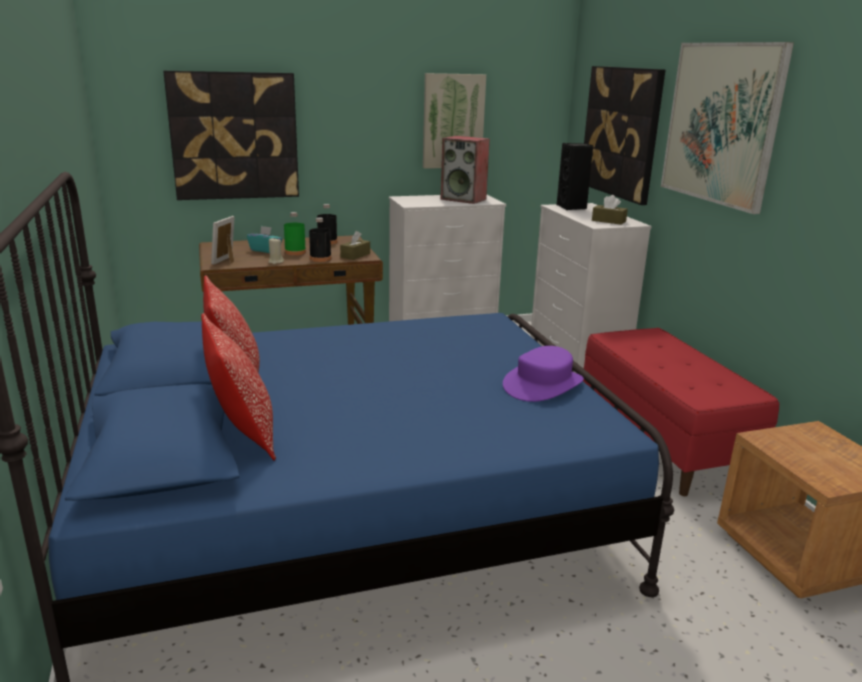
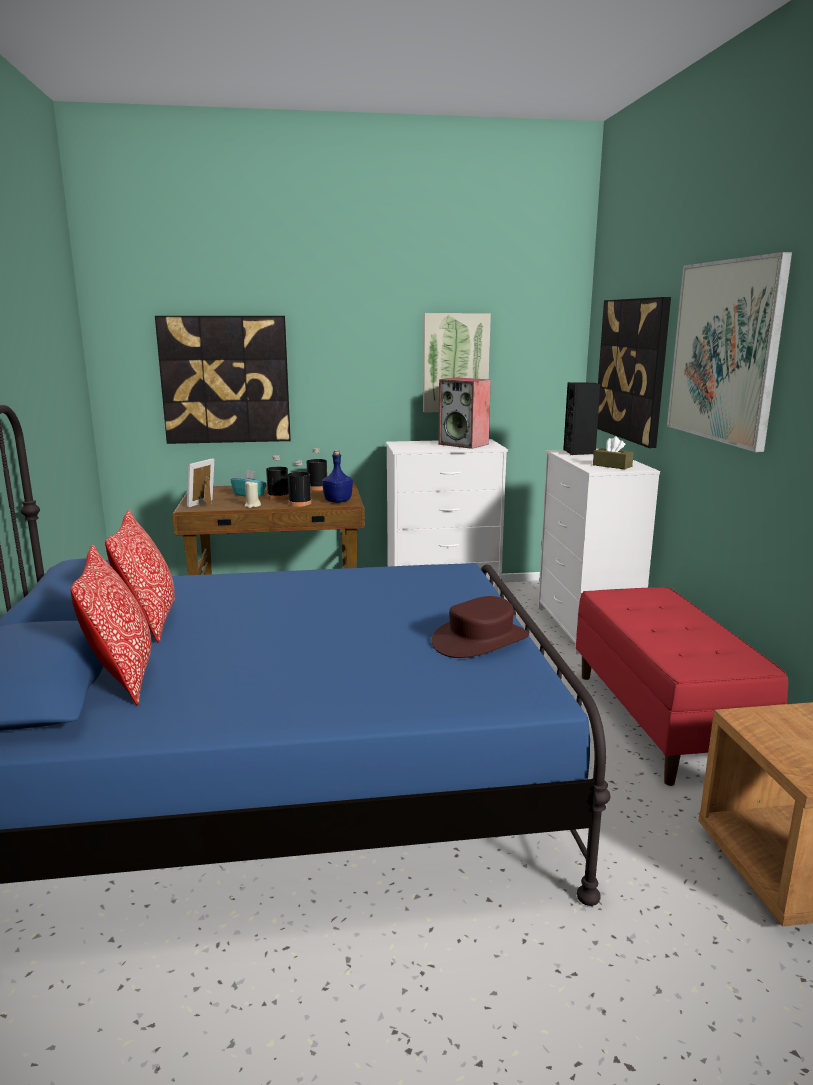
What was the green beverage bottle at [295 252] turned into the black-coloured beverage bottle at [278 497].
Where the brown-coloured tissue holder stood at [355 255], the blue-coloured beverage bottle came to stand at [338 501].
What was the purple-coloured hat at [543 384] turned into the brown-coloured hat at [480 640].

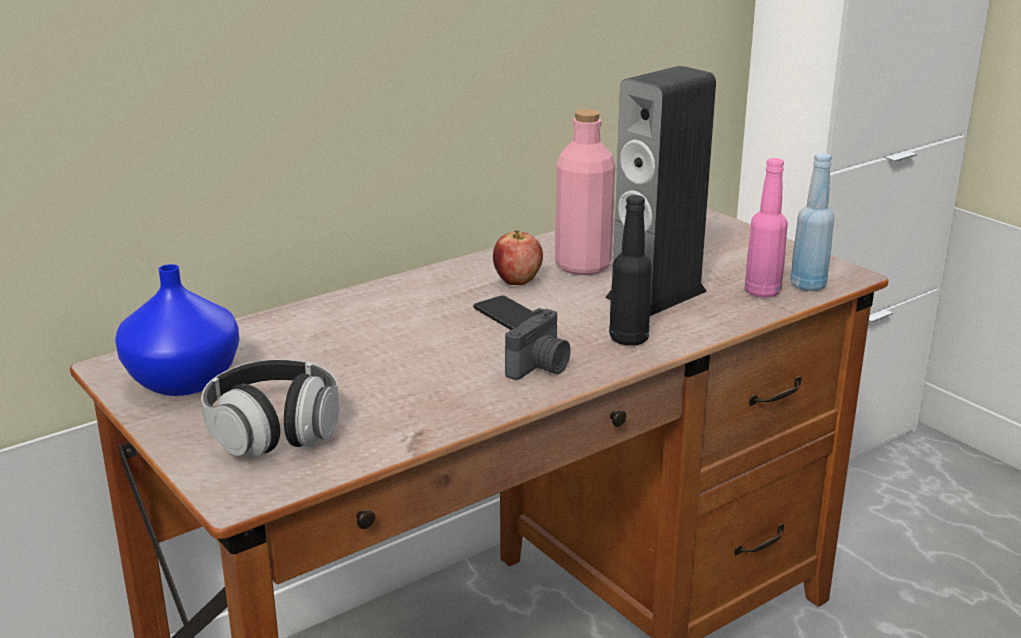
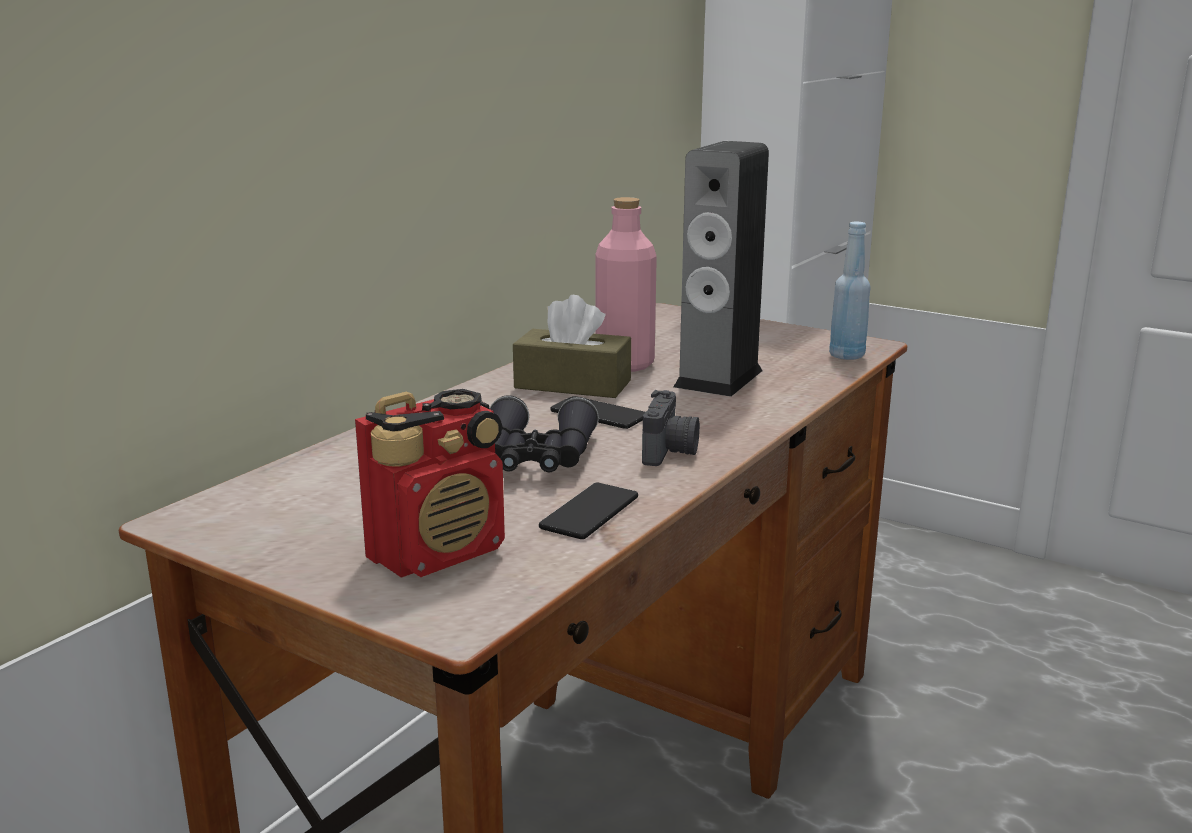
The second view lost the blue-coloured vase at [184 382].
Where the headset stood at [274 431], the radio set came to stand at [439 552].
Where the apple fruit stood at [517 281], the brown-coloured tissue holder came to stand at [572 384].
The second view lost the black-coloured beverage bottle at [628 339].
The second view lost the pinkish beverage bottle at [762 292].
The second view gained the black-coloured binoculars at [537 458].
The second view gained the handset at [589 512].

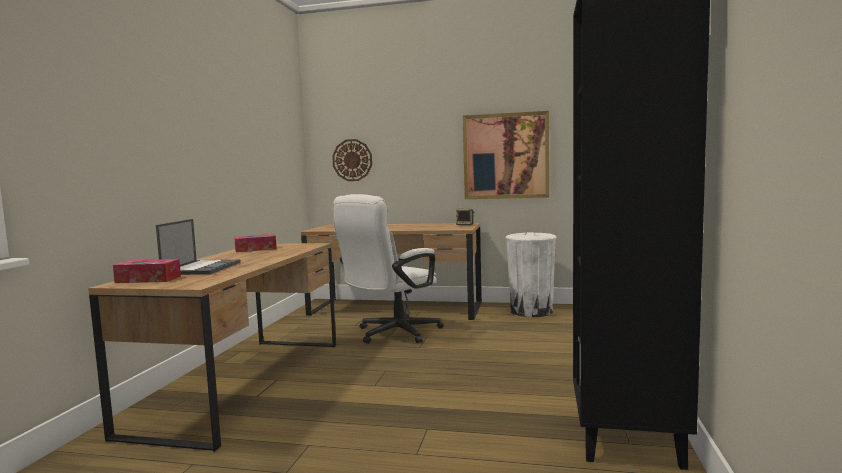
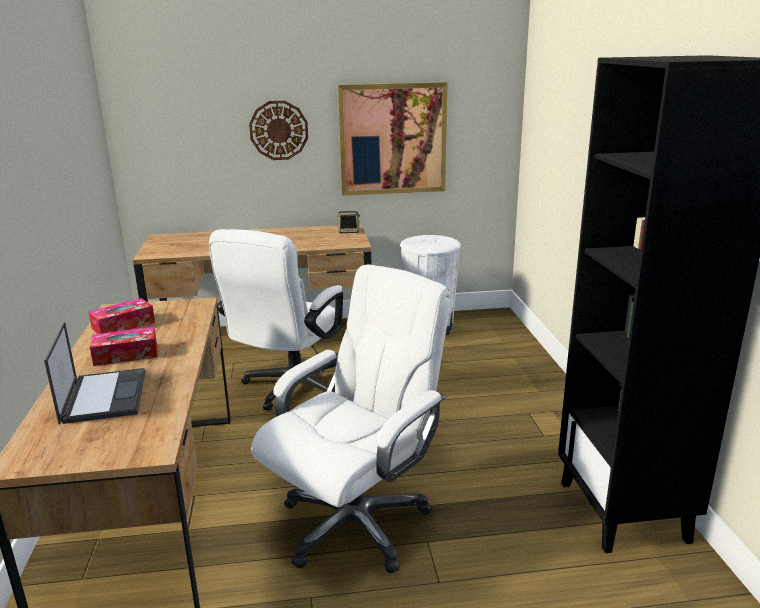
The tissue holder ended up elsewhere, having gone from [148 279] to [126 355].
The wall clock ended up elsewhere, having gone from [352 160] to [279 130].
The second view gained the white desk chair at [355 522].

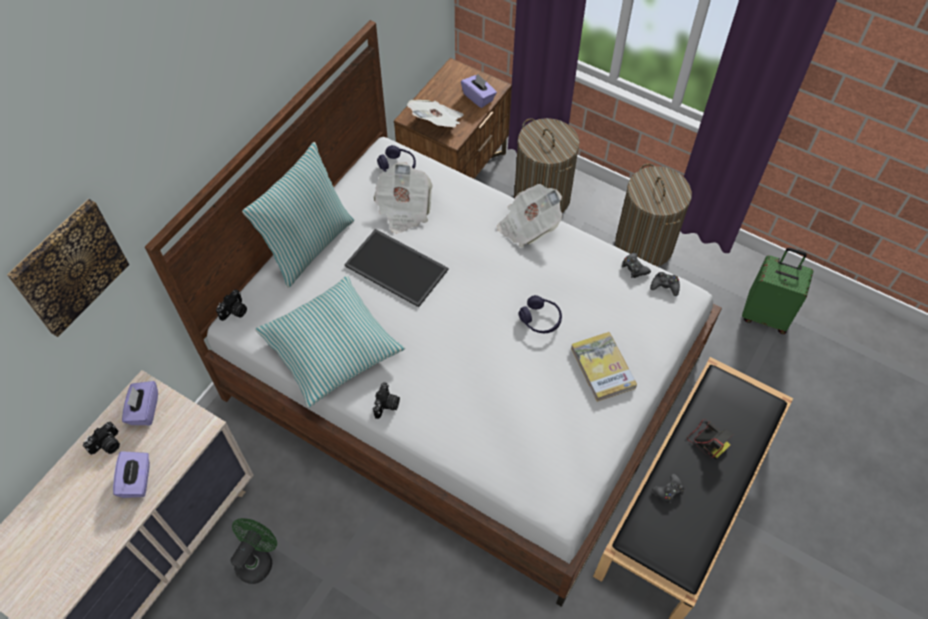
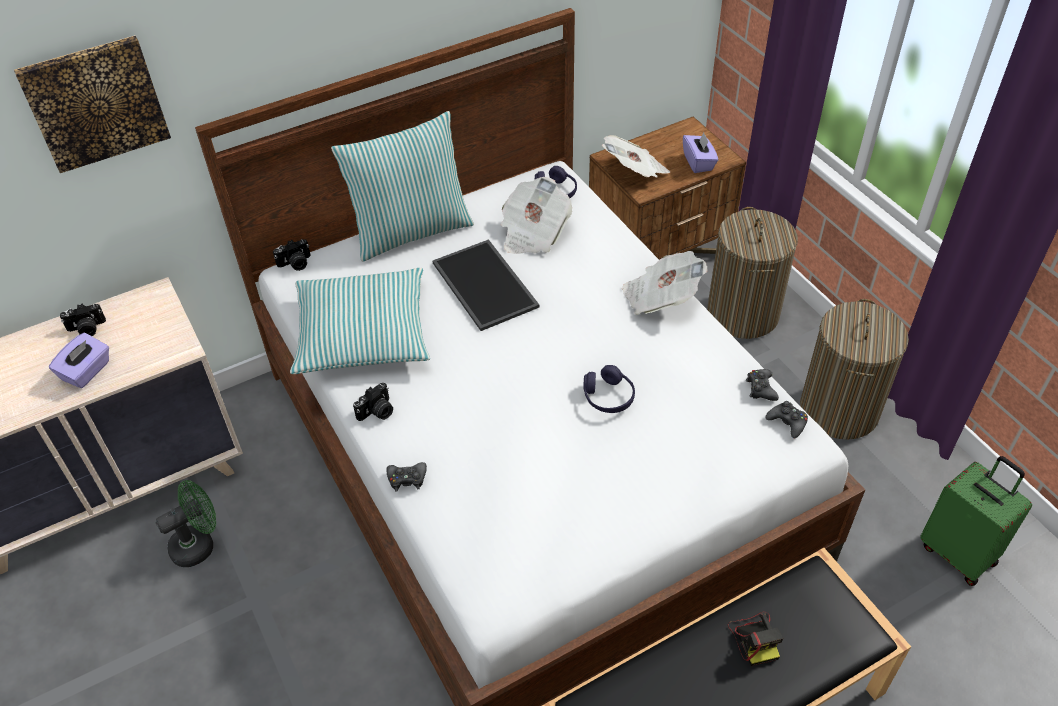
The second view lost the purple-coloured tissue holder at [144 410].
The second view lost the bound book at [602 368].
The black-coloured game controller ended up elsewhere, having gone from [669 490] to [407 479].

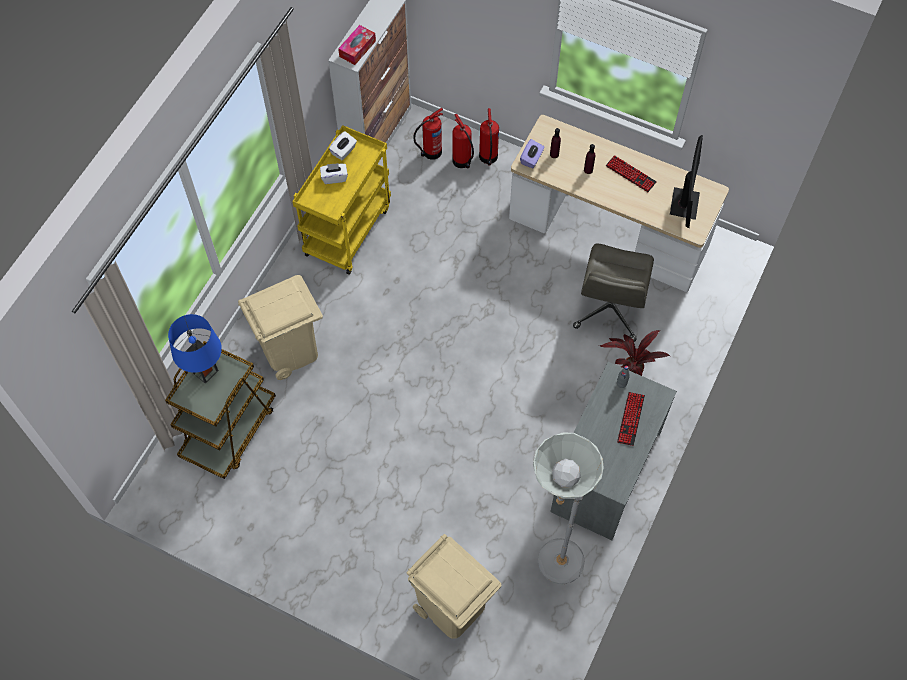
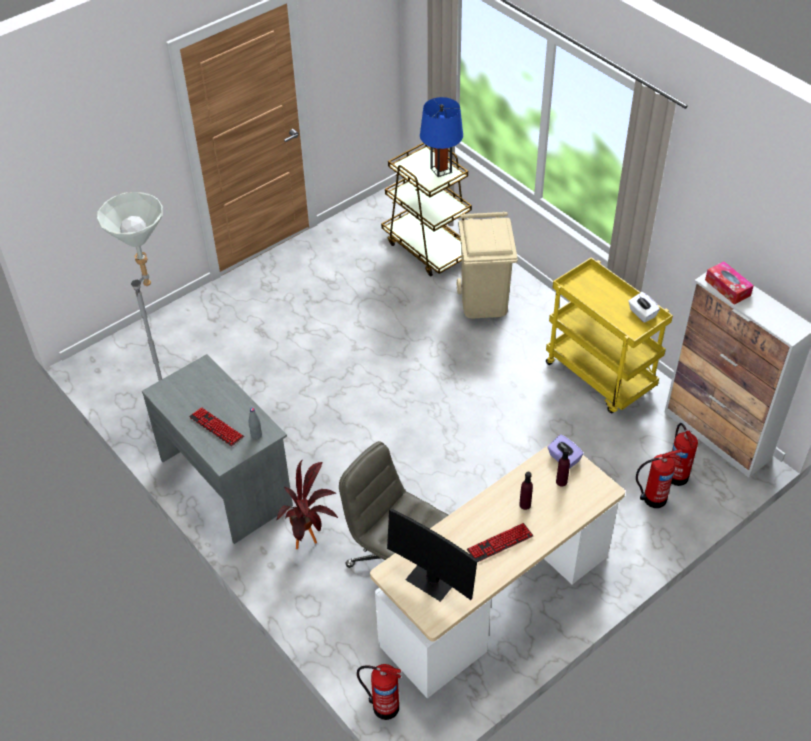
The second view lost the white tissue holder at [334 177].
The second view lost the beige waste bin at [452 606].
The extinguisher ended up elsewhere, having gone from [488 157] to [384 706].

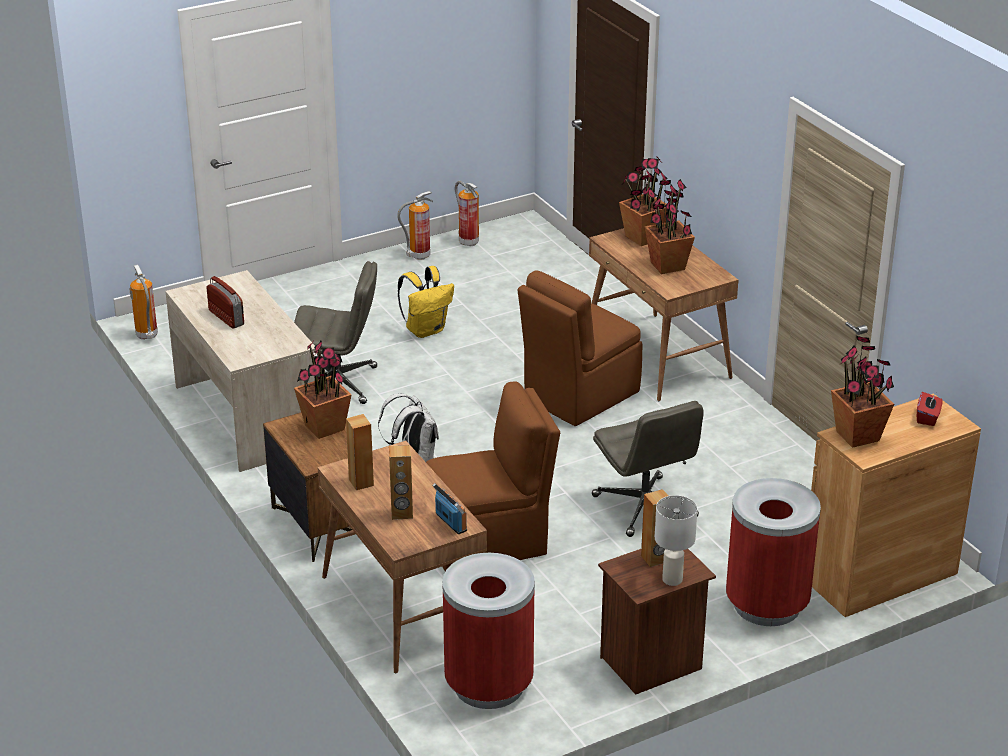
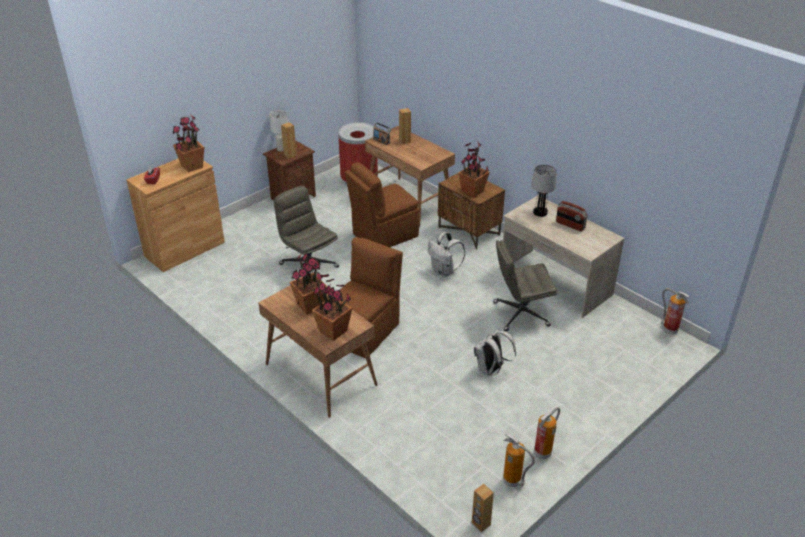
The brown-coloured loudspeaker ended up elsewhere, having gone from [361 482] to [480 524].
What was the yellow knapsack at [426 330] turned into the white knapsack at [491 370].
The second view lost the red-coloured waste bin at [767 605].
The second view gained the lamp for a table at [540 212].

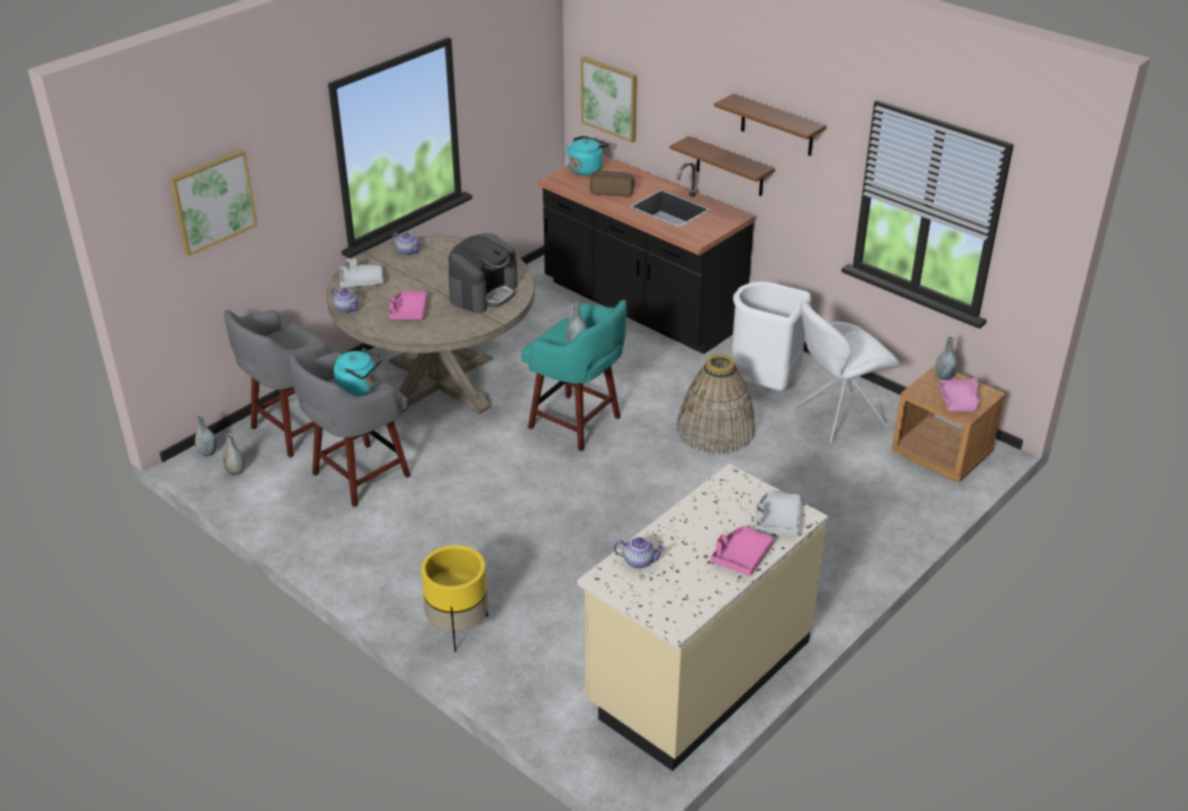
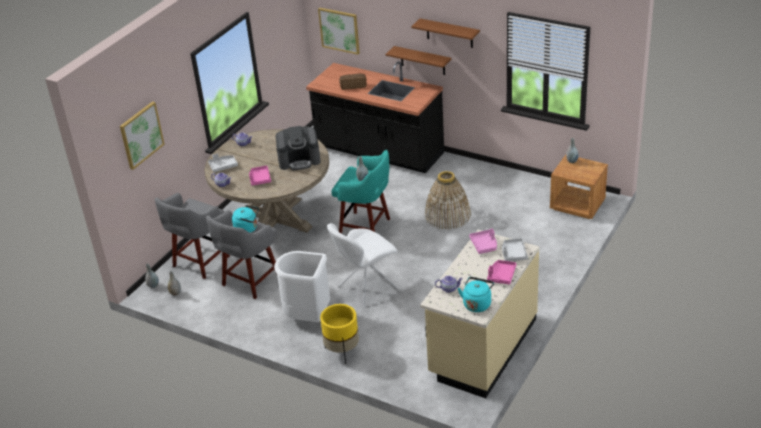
The coffee maker at [484 293] ended up facing another way, 60 degrees clockwise from before.
The turquoise-coloured kettle ended up elsewhere, having gone from [586 169] to [477 304].
The white waste bin ended up elsewhere, having gone from [764 384] to [308 317].
The white chair ended up elsewhere, having gone from [837 417] to [366 288].
The pinkish tray ended up elsewhere, having gone from [959 401] to [484 245].

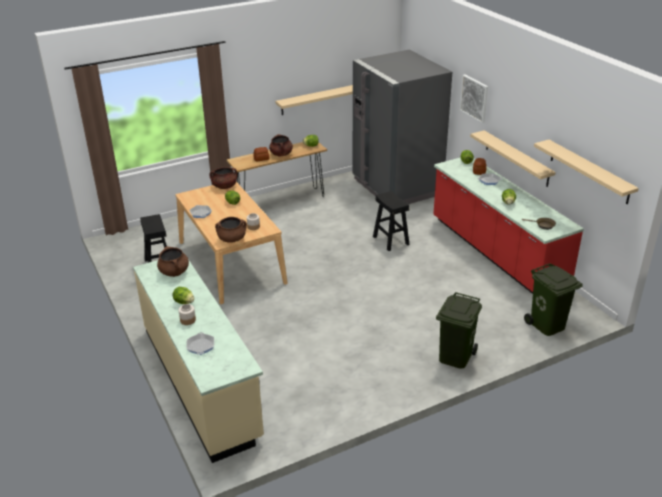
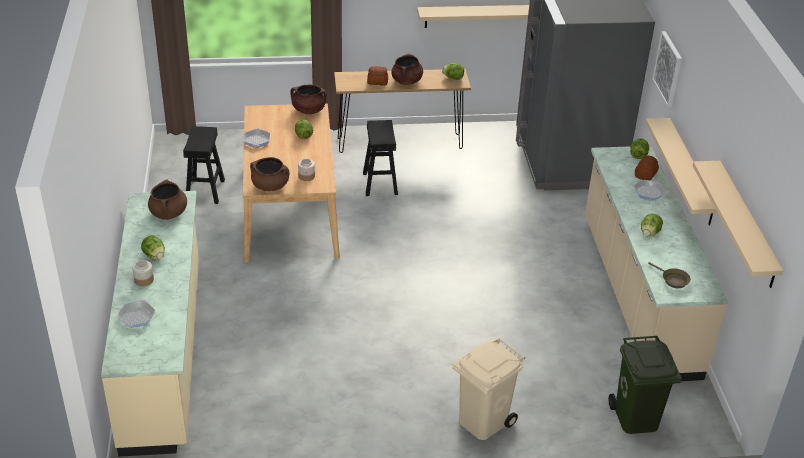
The black-coloured sitting stool ended up elsewhere, having gone from [391 240] to [380 183].
What was the red-coloured kitchen base unit at [495 254] turned into the beige kitchen base unit at [637 295].
What was the green waste bin at [454 356] turned into the beige waste bin at [482 421].

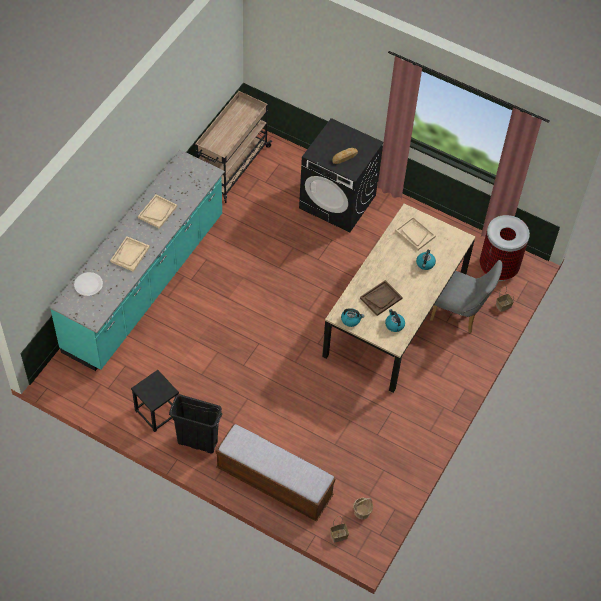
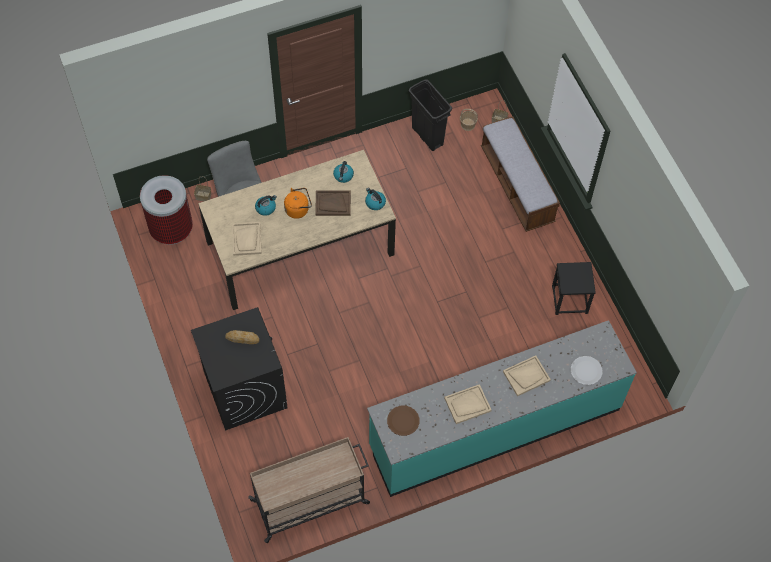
The black-coloured waste bin ended up elsewhere, having gone from [197 442] to [428 136].
The second view gained the orange-coloured kettle at [298 209].
The second view gained the brown-coloured flat dish at [403 421].

